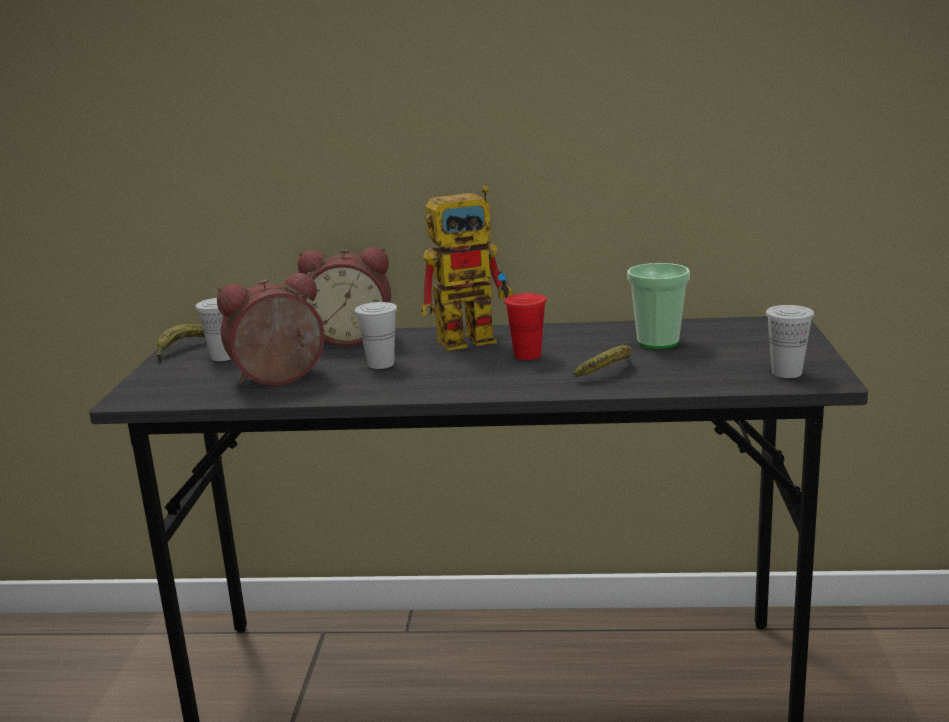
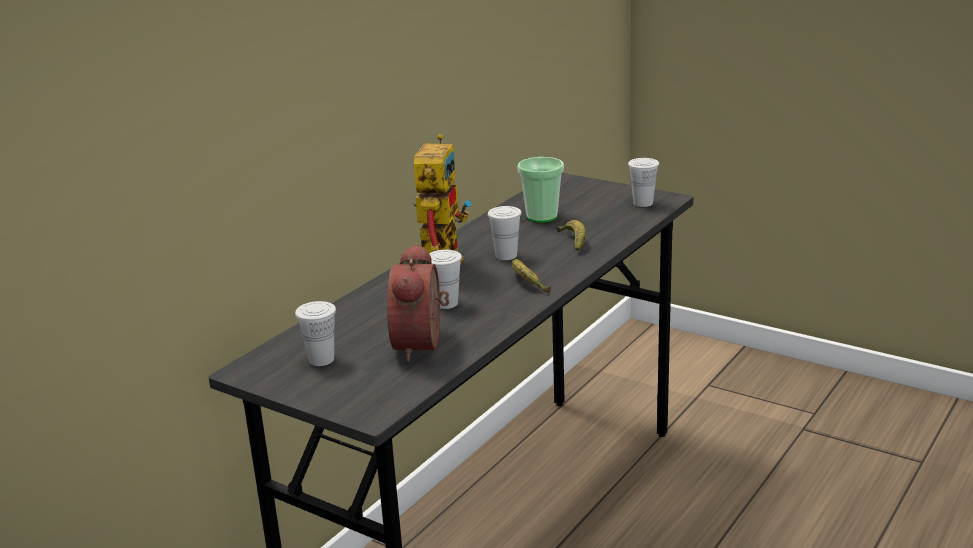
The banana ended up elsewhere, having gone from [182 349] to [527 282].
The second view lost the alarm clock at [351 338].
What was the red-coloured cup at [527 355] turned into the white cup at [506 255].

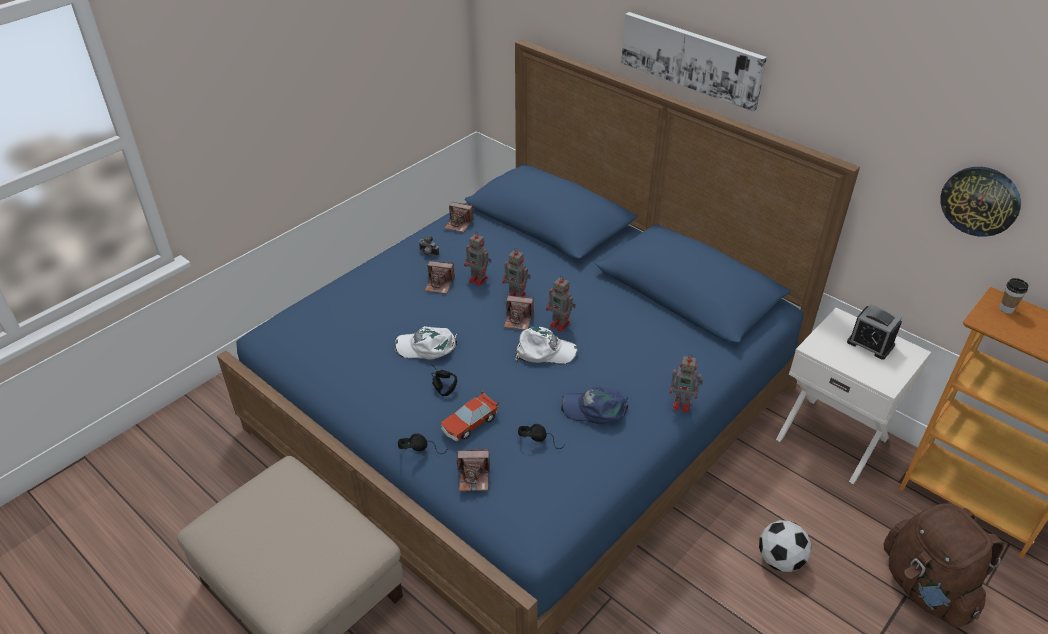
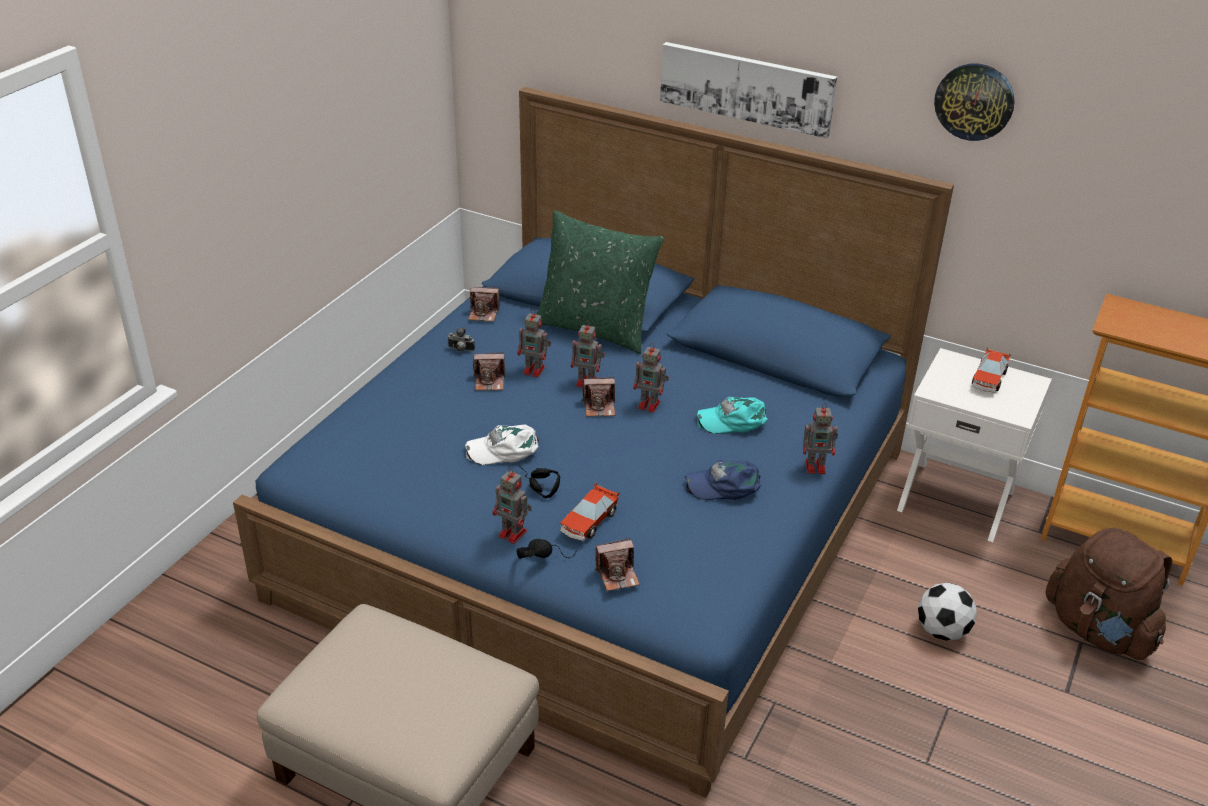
The second view lost the white peaked cap at [545 351].
The second view lost the black-coloured headset at [541 439].
Where the alarm clock stood at [870 344], the miniature car came to stand at [988 379].
The wall clock ended up elsewhere, having gone from [980 200] to [974 101].
The second view lost the cup at [1006 309].
The second view gained the model robot at [514 534].
The second view gained the green pillow at [595 328].
The second view gained the turquoise-coloured peaked cap at [733 420].

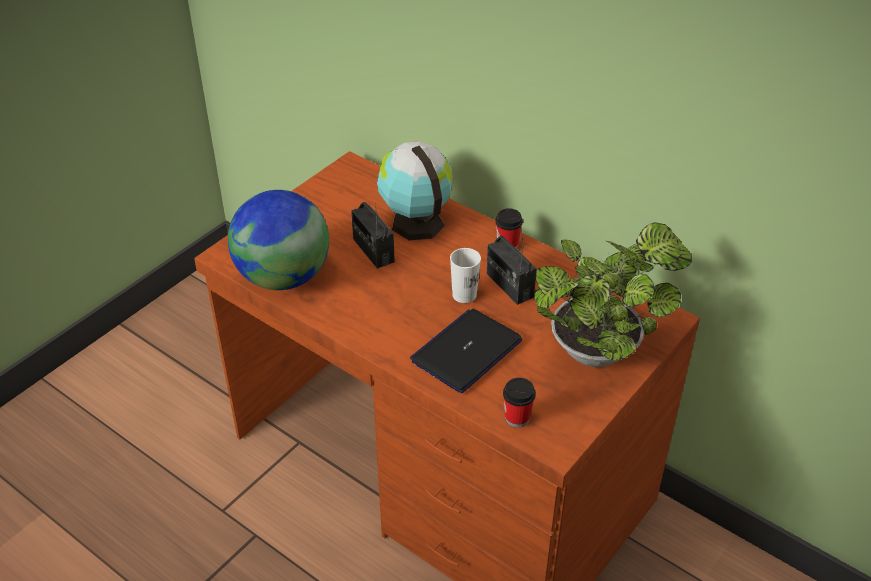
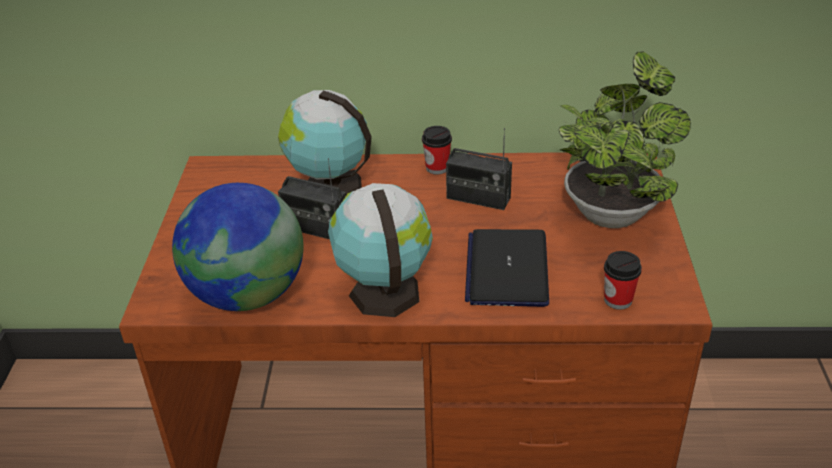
The second view lost the white cup at [464 295].
The second view gained the desk globe at [383 290].

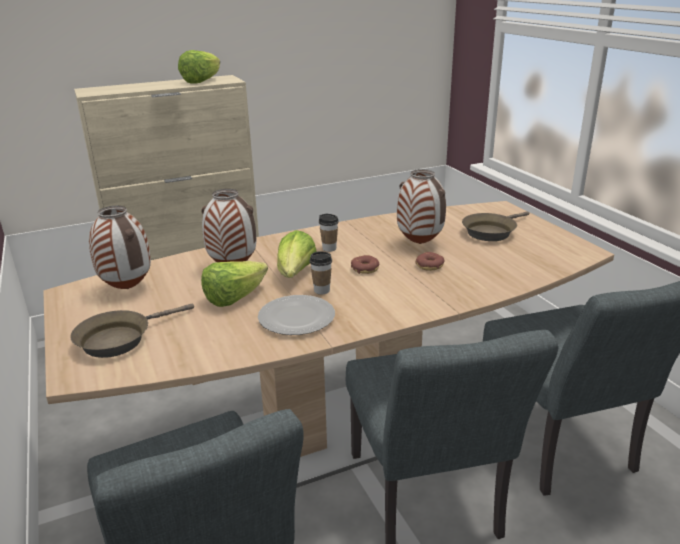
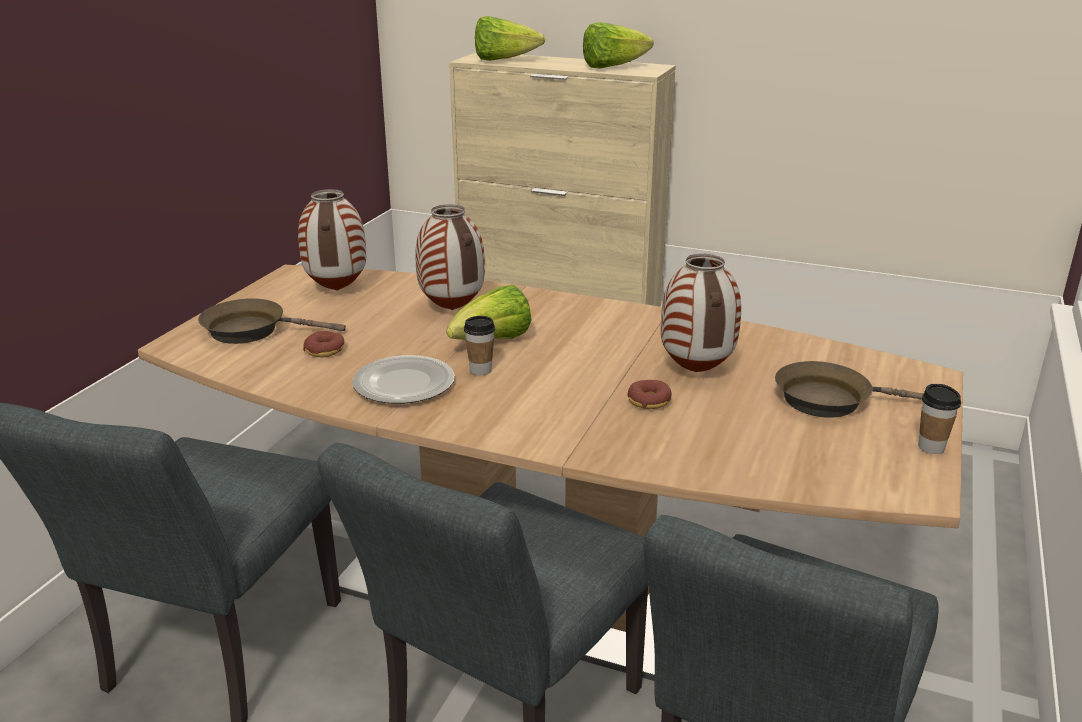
The lettuce head ended up elsewhere, having gone from [234 298] to [503 60].
The cup ended up elsewhere, having gone from [329 248] to [931 447].
The doughnut ended up elsewhere, having gone from [365 269] to [325 350].

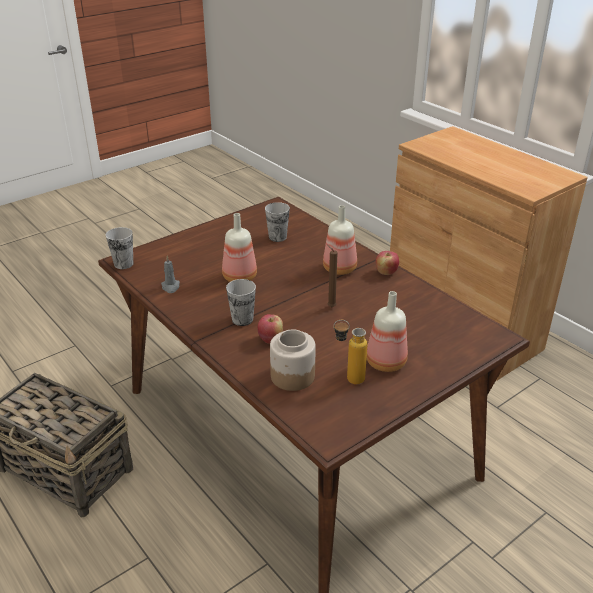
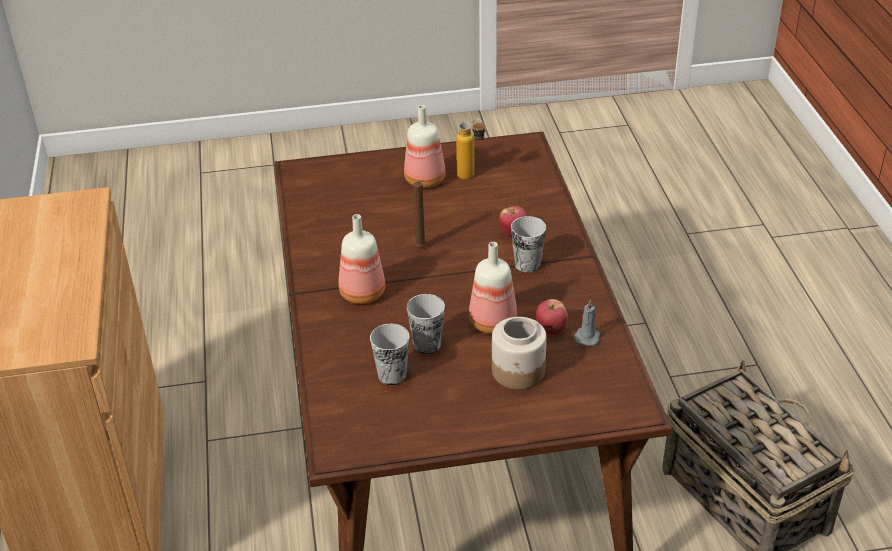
The cup ended up elsewhere, having gone from [123 264] to [427 344].
The jar ended up elsewhere, having gone from [292 376] to [518 371].
The apple fruit ended up elsewhere, having gone from [386 272] to [551 330].

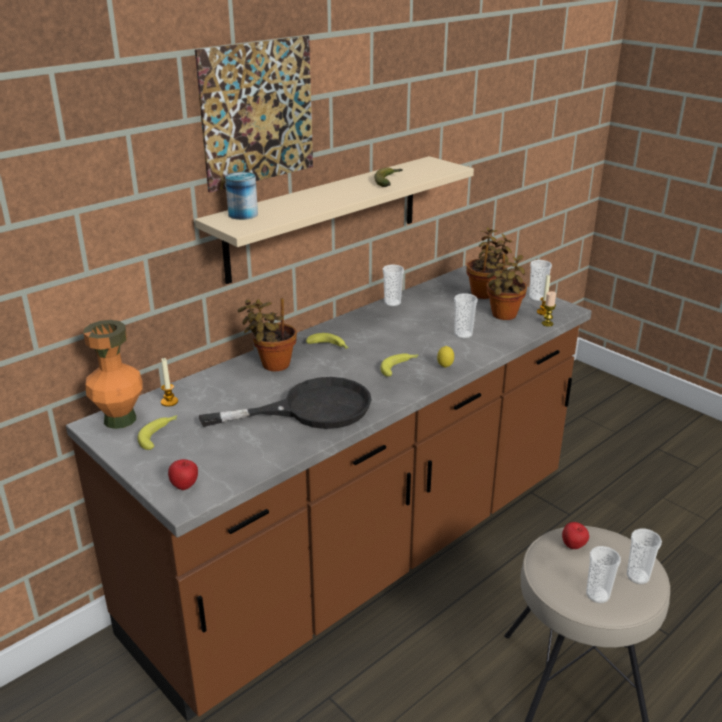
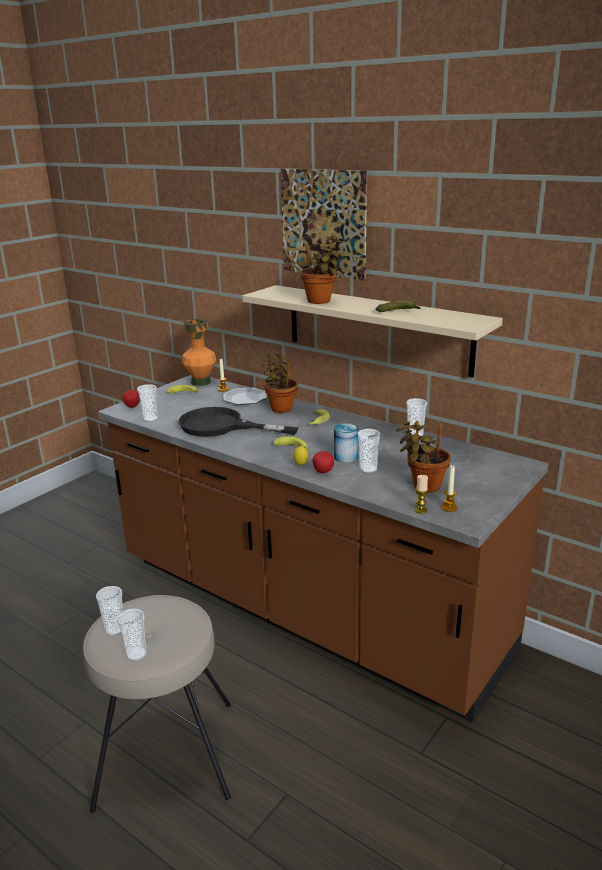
The black-coloured pan at [311 409] ended up facing another way, 135 degrees clockwise from before.
The metal can ended up elsewhere, having gone from [243 214] to [345 457].
The houseplant ended up elsewhere, having gone from [485 293] to [321 301].
The cup ended up elsewhere, having gone from [537 298] to [150 419].
The apple fruit ended up elsewhere, having gone from [573 546] to [323 473].
The second view gained the flat dish at [244 398].

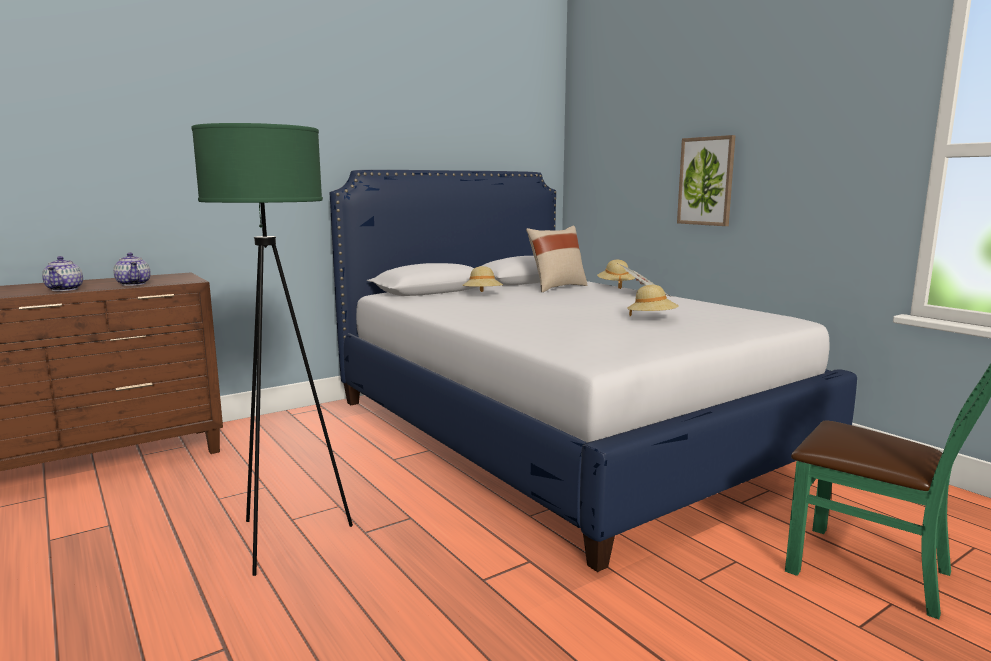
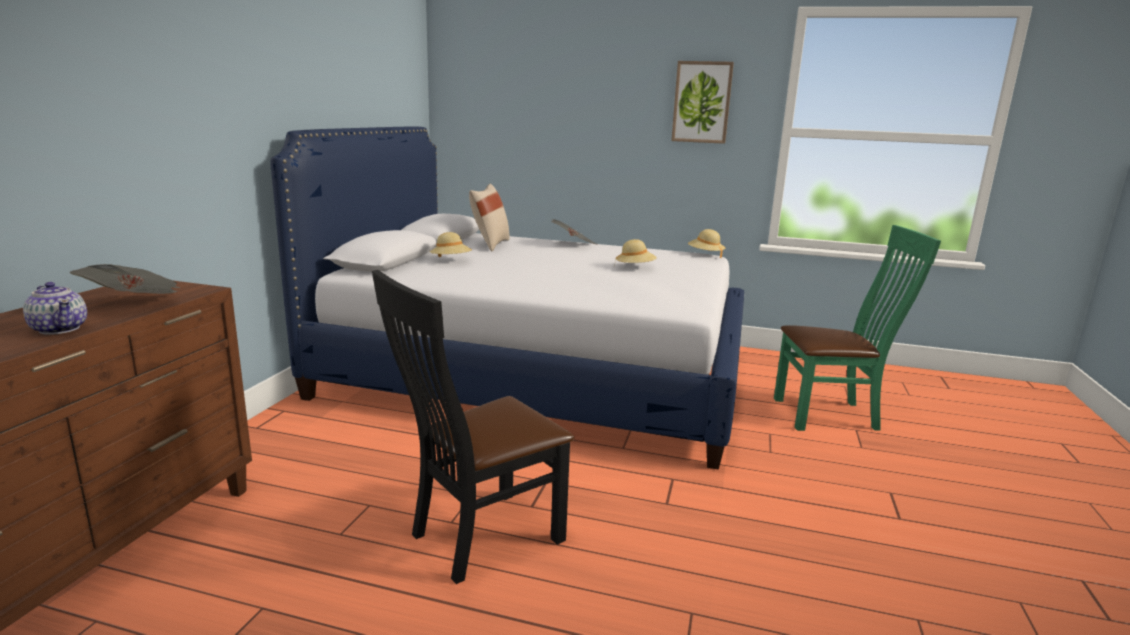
Where the tea pot stood at [134 284], the daily paper came to stand at [136 305].
Where the green floor lamp stood at [287 539], the black-coloured chair came to stand at [478 538].
The beige hat ended up elsewhere, having gone from [615 286] to [705 254].
The wall art ended up elsewhere, having gone from [706 181] to [701 102].

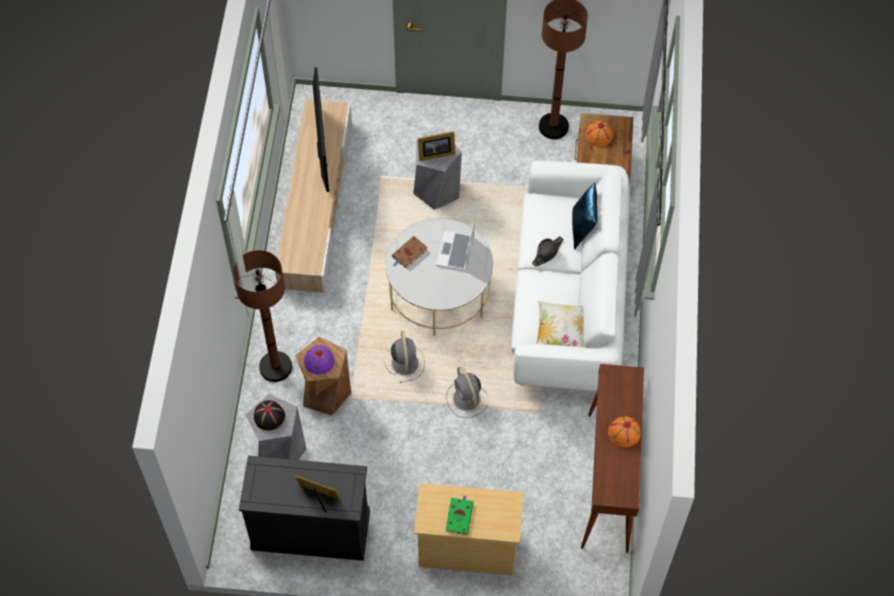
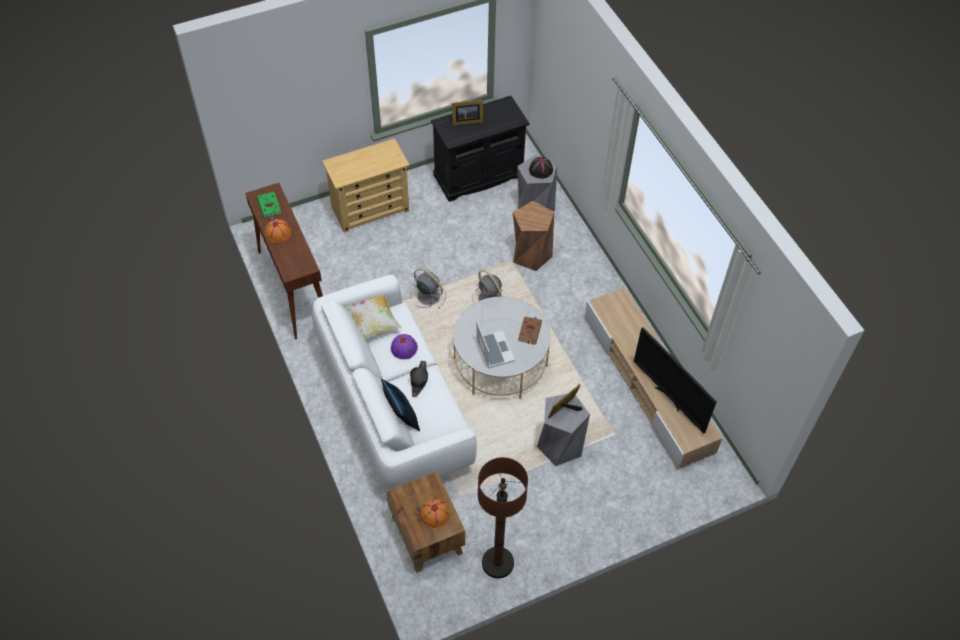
The second view lost the brown-coloured floor lamp at [275 367].
The purple-coloured hat ended up elsewhere, having gone from [319 361] to [404 348].
The green bound book ended up elsewhere, having gone from [459 516] to [270 207].

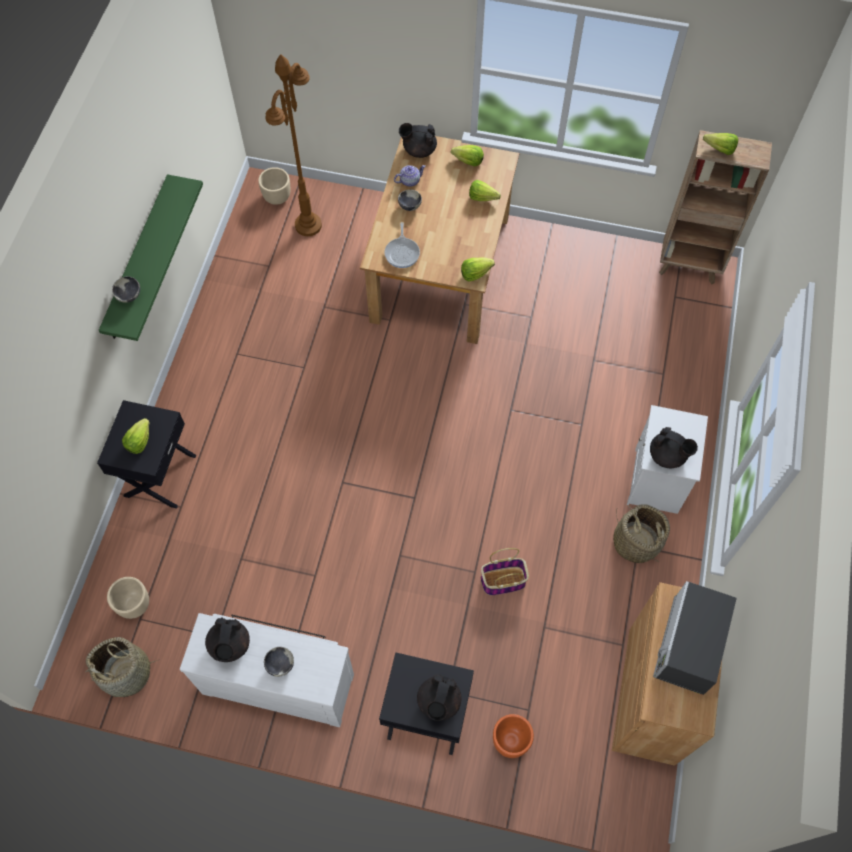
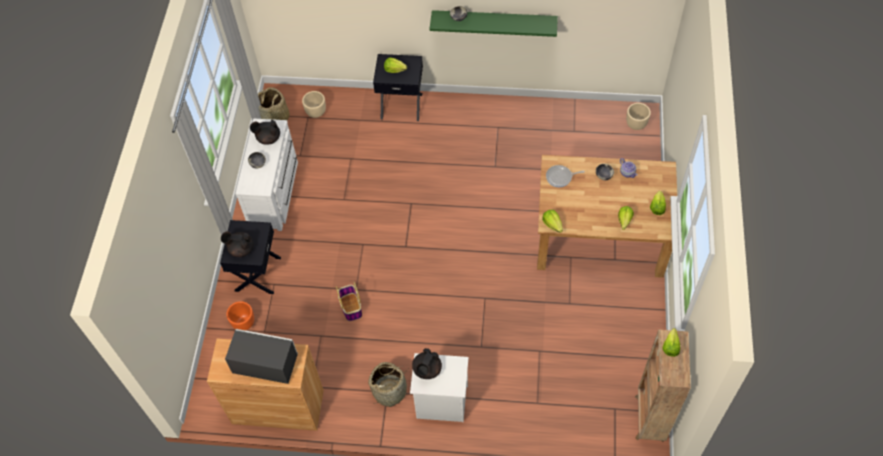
The second view lost the brown-coloured floor lamp at [308 225].
The second view lost the black-coloured tea pot at [418 150].

